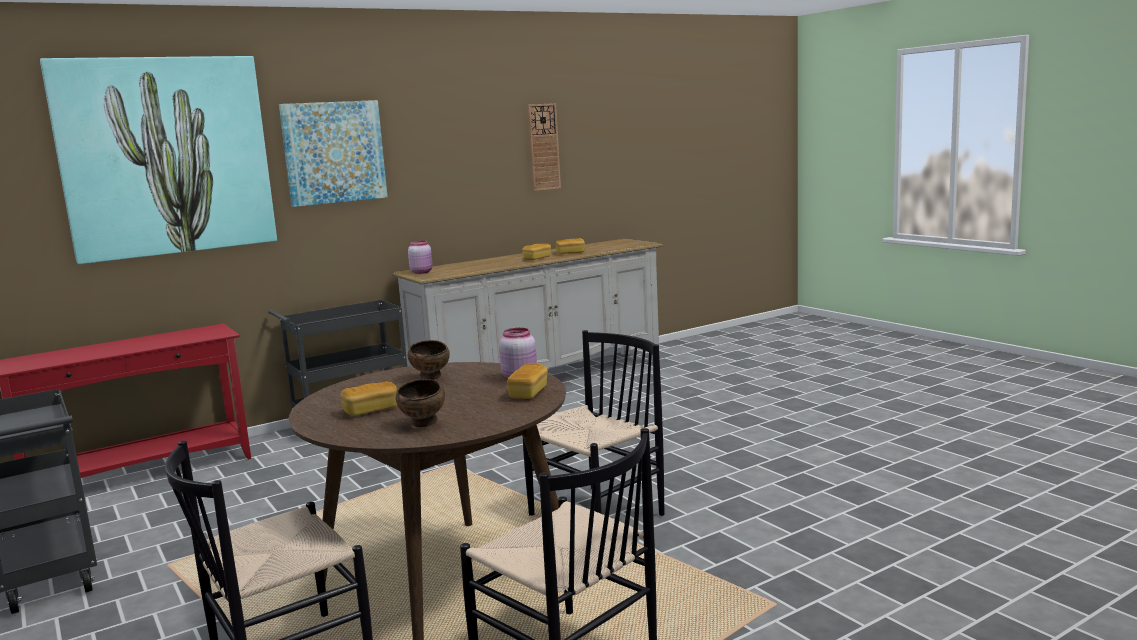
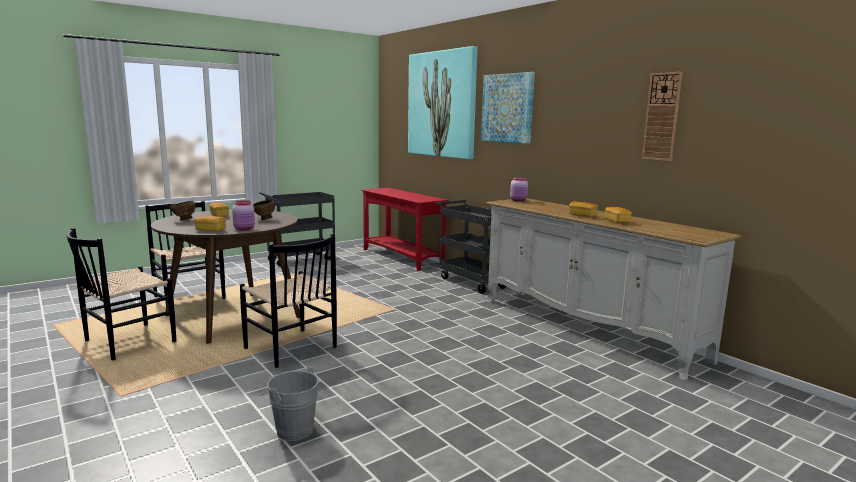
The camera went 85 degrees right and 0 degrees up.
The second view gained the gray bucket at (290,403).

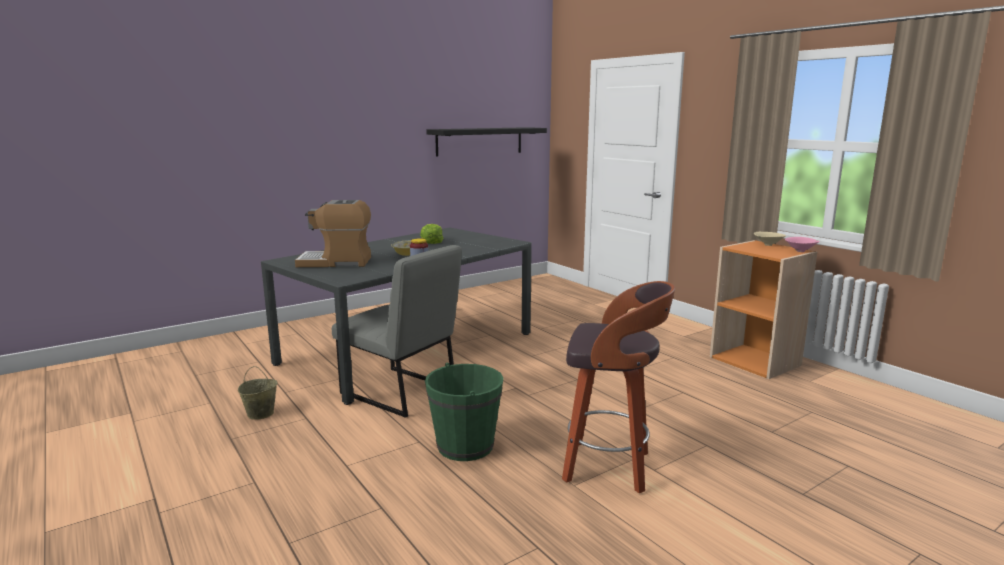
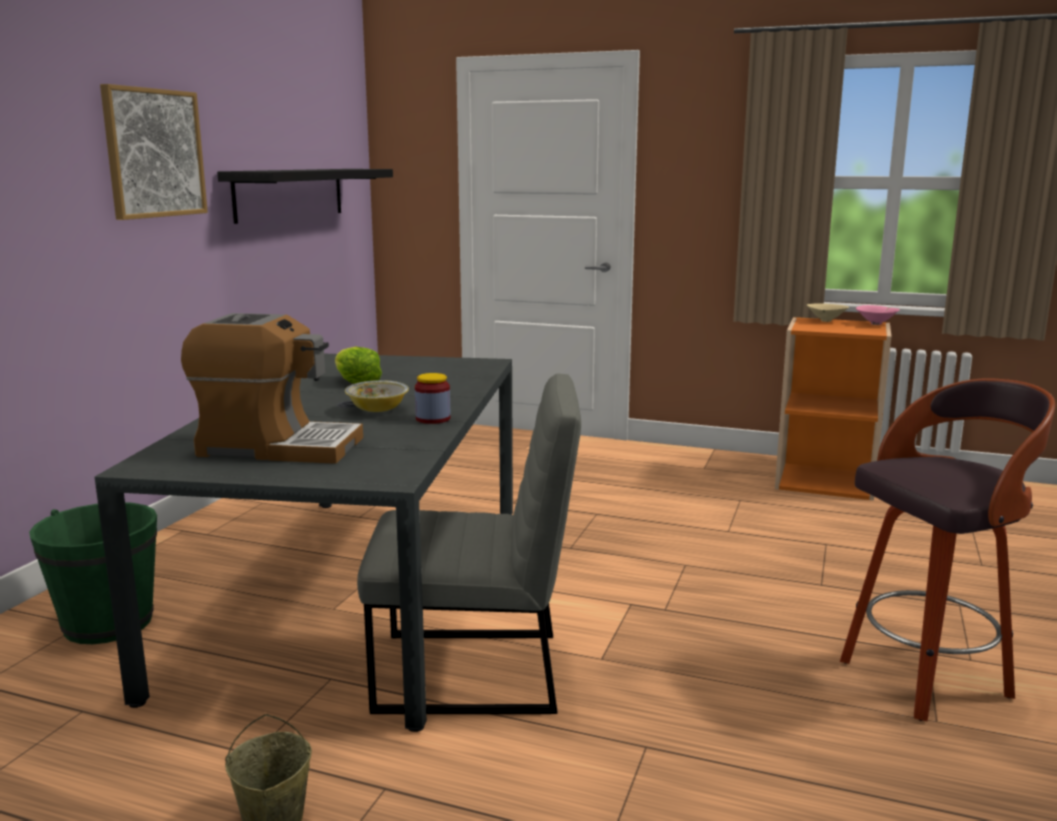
The camera went 35 degrees left and 0 degrees up.
The coffee machine at (333,233) ended up facing another way, 135 degrees counterclockwise from before.
The green bucket ended up elsewhere, having gone from (464,412) to (93,573).
The second view gained the picture at (154,152).

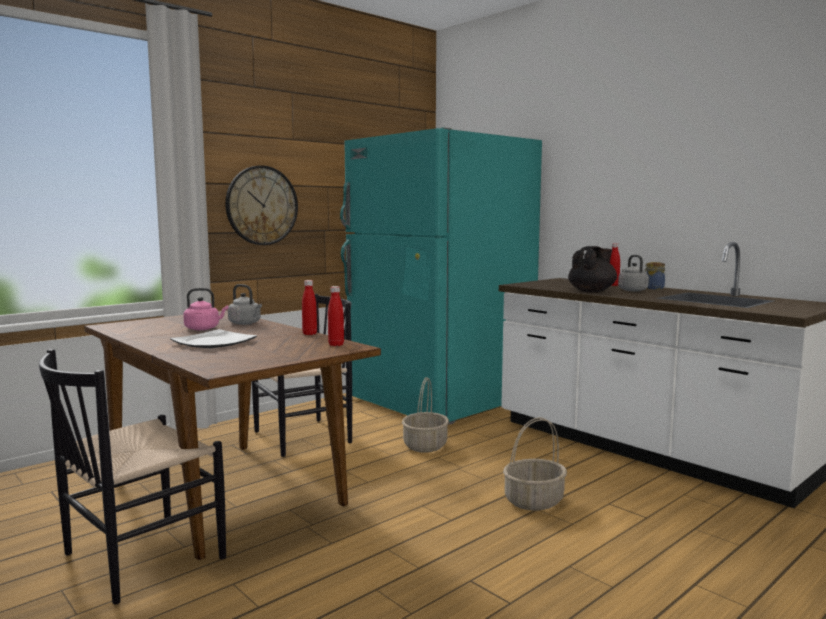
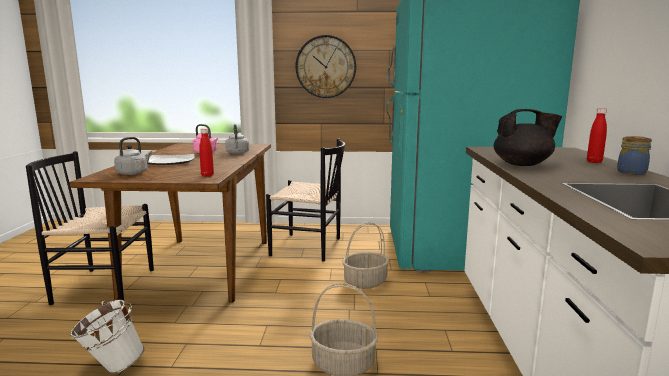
The camera went 45 degrees right and 5 degrees up.
The gray water kettle ended up elsewhere, having gone from (633,273) to (133,156).
The second view lost the red-coloured beverage bottle at (309,307).
The second view gained the whitish bucket at (107,337).

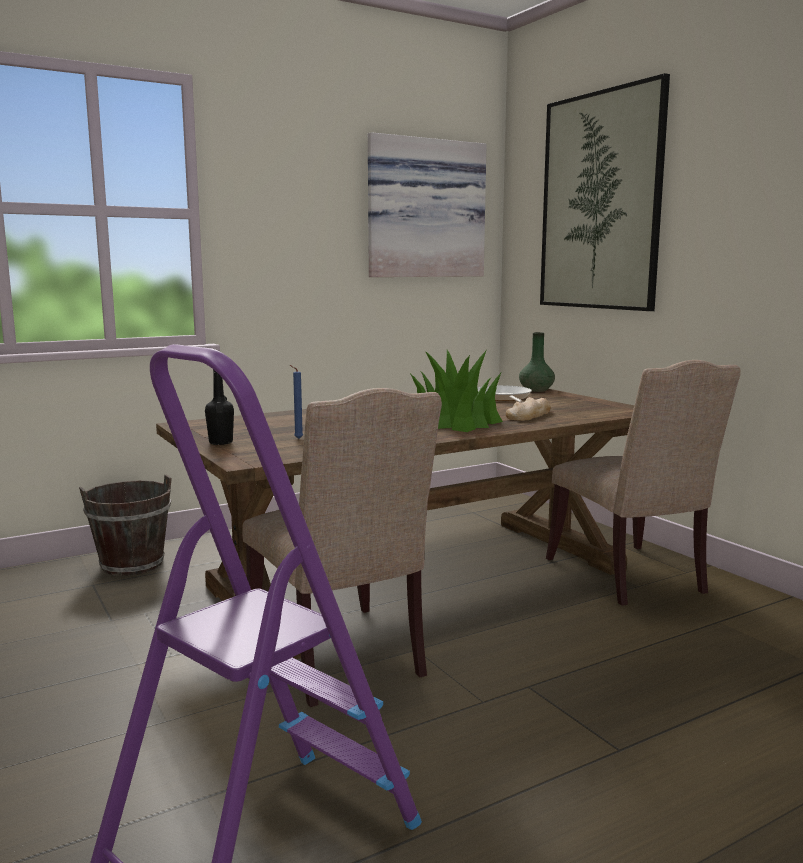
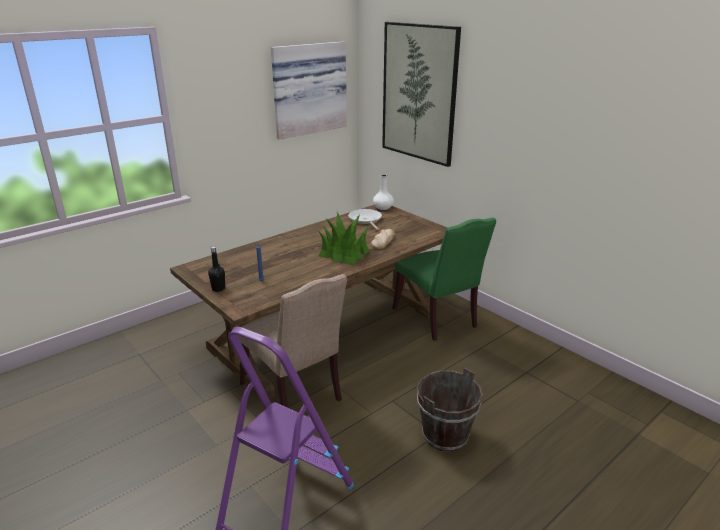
The camera went 10 degrees left and 15 degrees up.
What was the green vase at (537,362) turned into the whitish vase at (383,192).
What was the beige chair at (643,483) turned into the green chair at (444,279).
The brown-coloured bucket ended up elsewhere, having gone from (125,525) to (450,410).

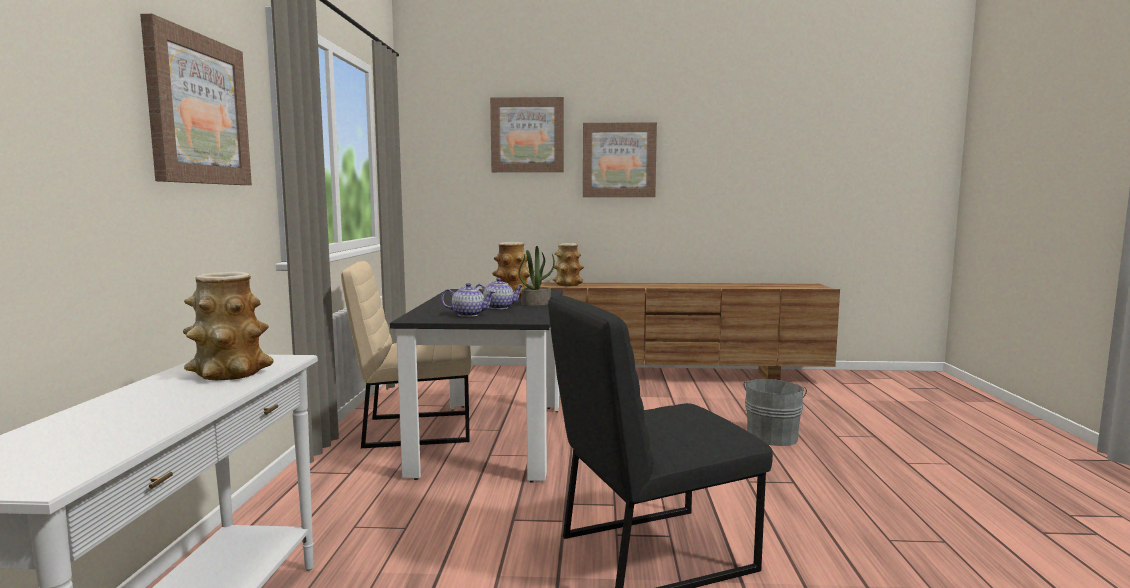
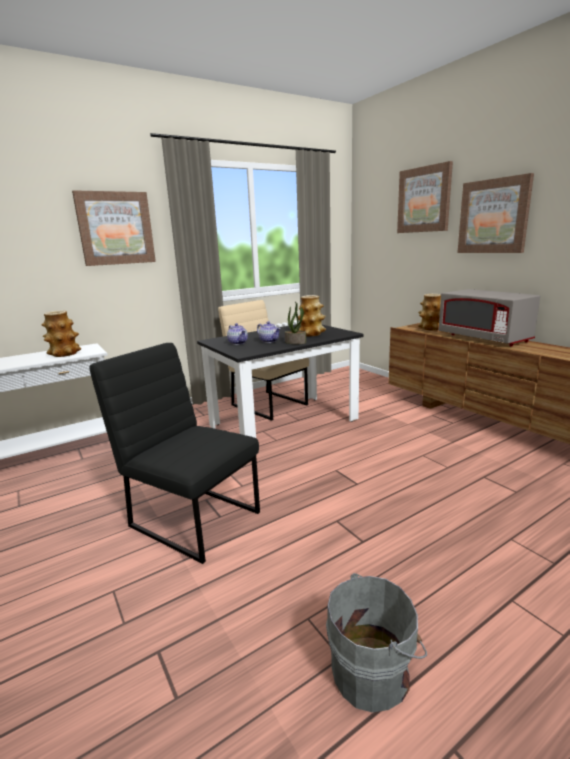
The camera went 55 degrees right and 10 degrees up.
The gray bucket ended up elsewhere, having gone from (775,412) to (376,642).
The second view gained the gray kitchen microwave at (489,317).

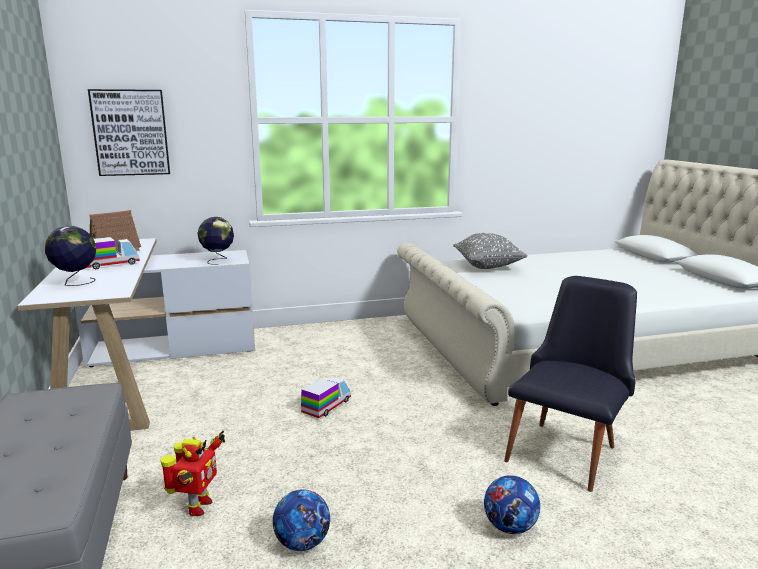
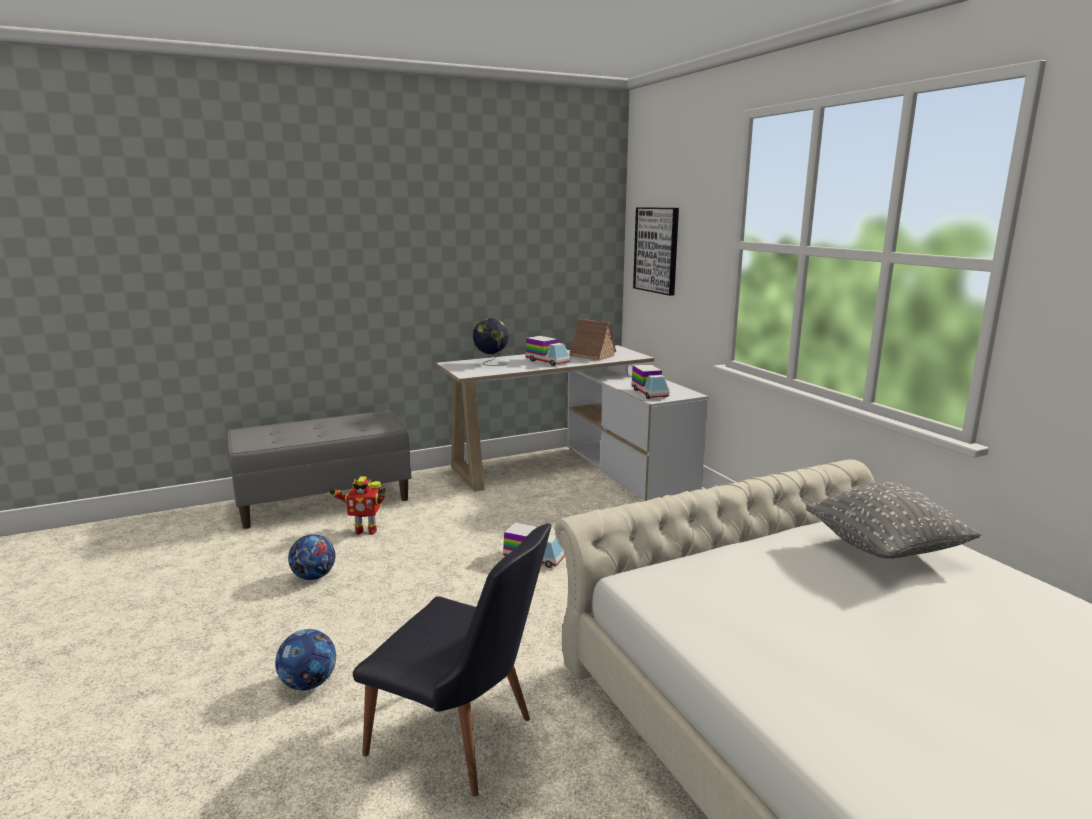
The camera went 80 degrees right and 0 degrees up.
Where the world globe stood at (216,241), the model truck came to stand at (650,381).

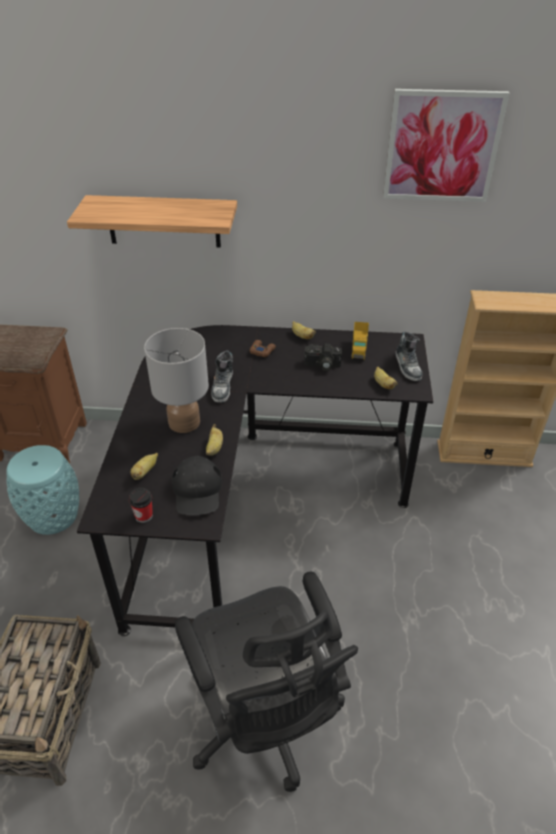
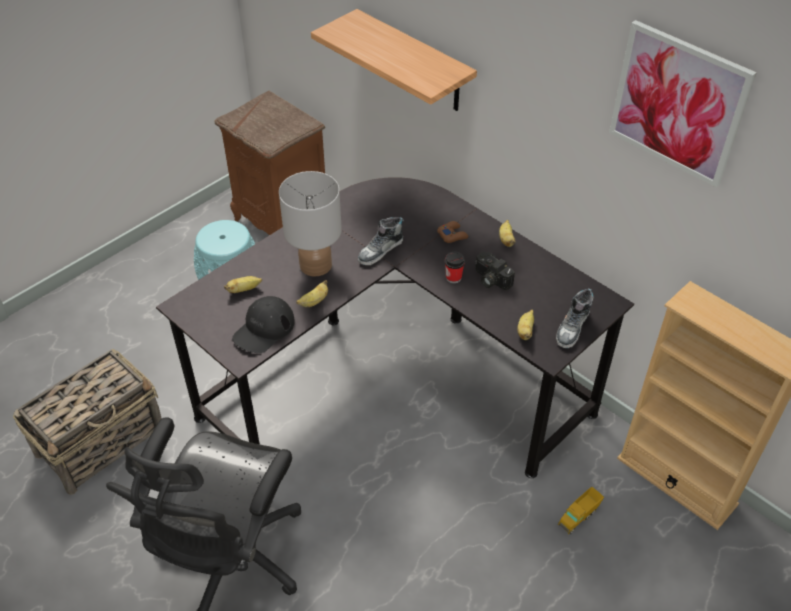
The camera went 40 degrees right and 5 degrees up.
The model truck ended up elsewhere, having gone from (360,341) to (581,510).
The cup ended up elsewhere, having gone from (141,505) to (455,268).

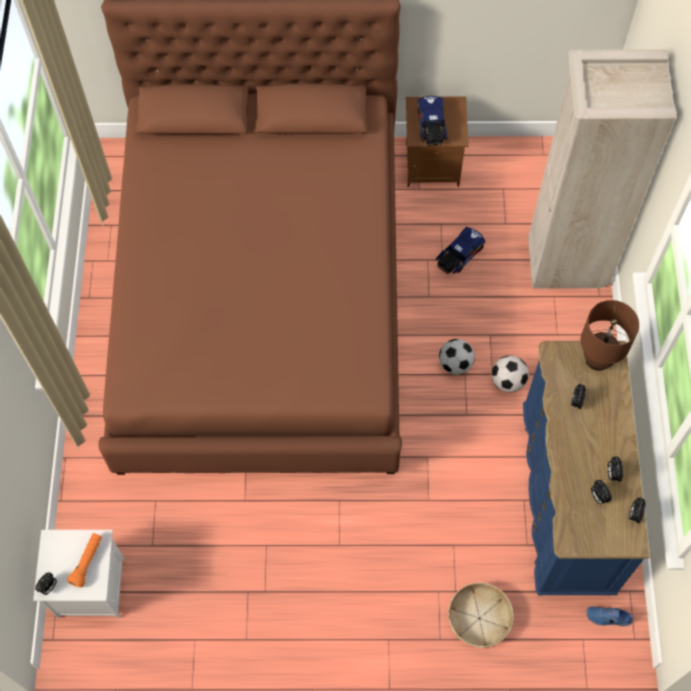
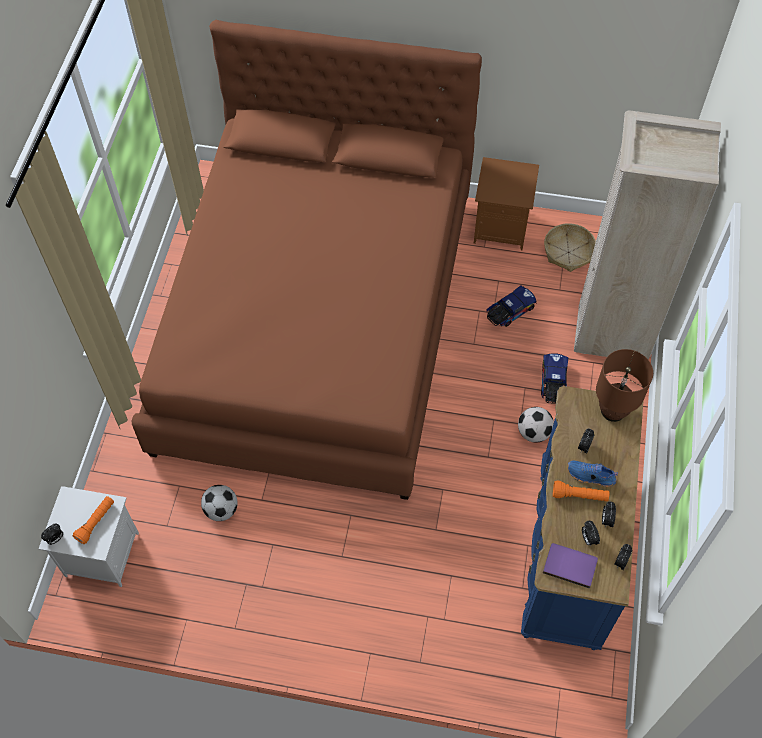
The camera went 10 degrees right and 5 degrees down.
The model truck ended up elsewhere, having gone from (433,121) to (555,378).
The ball for football ended up elsewhere, having gone from (457,357) to (219,503).
The storage basket ended up elsewhere, having gone from (481,615) to (570,247).
The blue shoe ended up elsewhere, having gone from (610,617) to (593,473).
The second view gained the orange-coloured torch at (581,491).
The second view gained the purple-coloured bound book at (570,565).

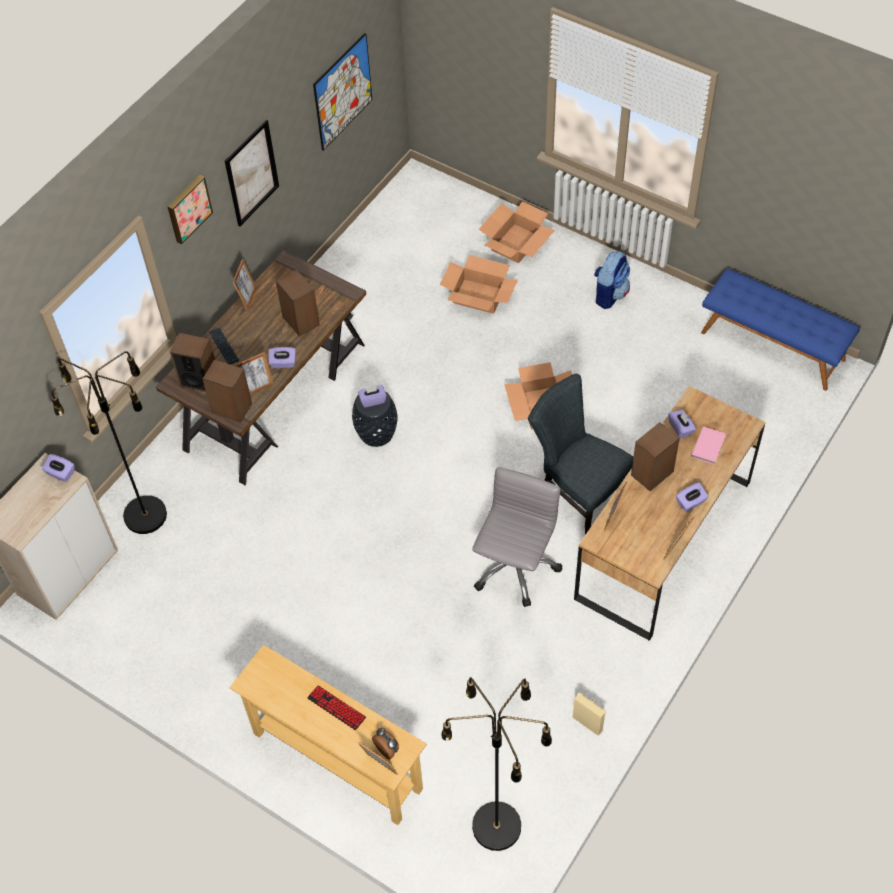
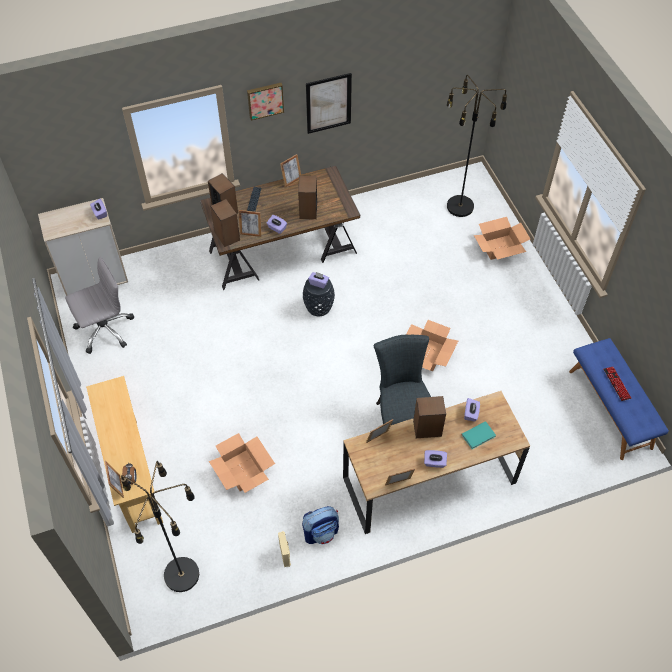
The camera went 35 degrees right and 0 degrees up.
The second view lost the picture at (342,92).
The knapsack ended up elsewhere, having gone from (612,280) to (320,525).
The cardboard box ended up elsewhere, having gone from (479,284) to (242,463).
The floor lamp ended up elsewhere, having gone from (109,442) to (477,146).
What was the pinkish bound book at (708,445) turned into the turquoise-coloured bound book at (478,435).
The gray desk chair ended up elsewhere, having gone from (517,537) to (99,305).
The computer keyboard ended up elsewhere, having gone from (336,707) to (617,384).

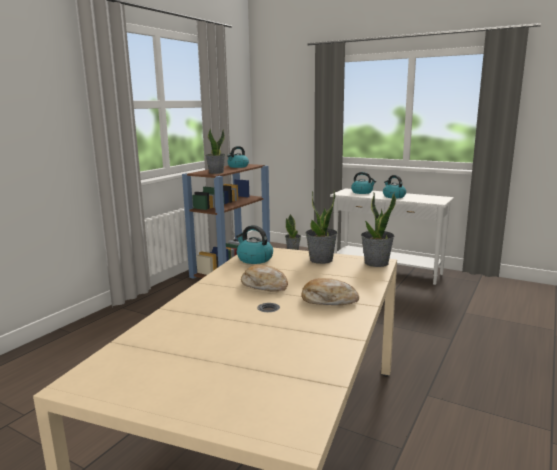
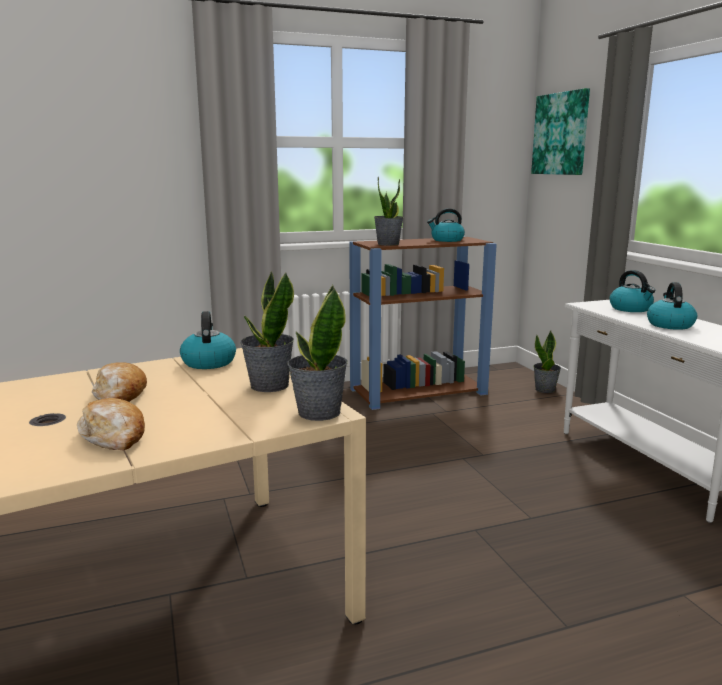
The camera went 40 degrees right and 0 degrees up.
The second view gained the picture at (560,131).

